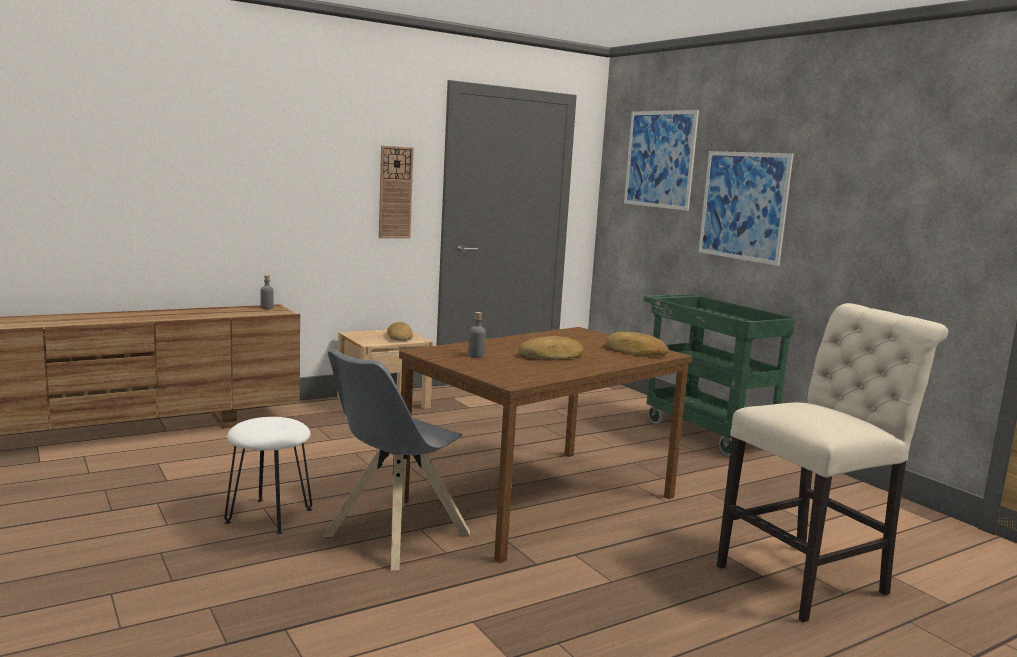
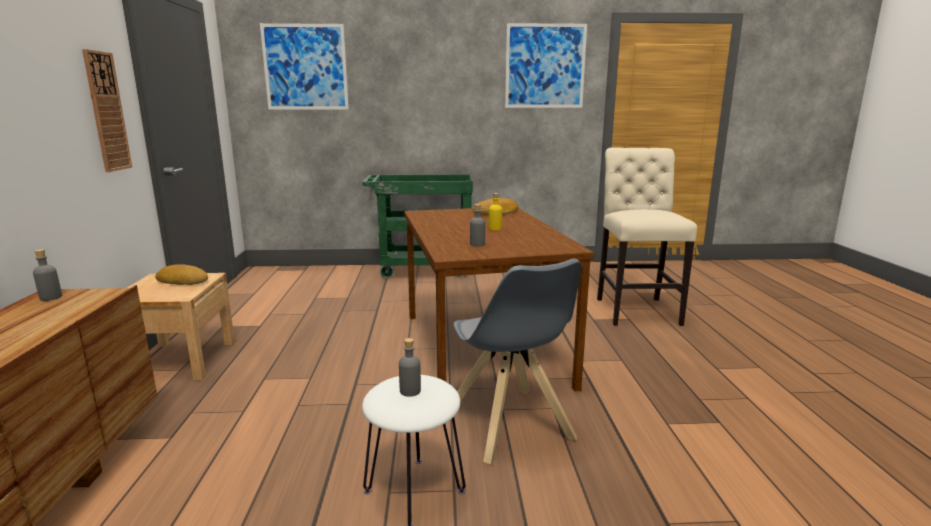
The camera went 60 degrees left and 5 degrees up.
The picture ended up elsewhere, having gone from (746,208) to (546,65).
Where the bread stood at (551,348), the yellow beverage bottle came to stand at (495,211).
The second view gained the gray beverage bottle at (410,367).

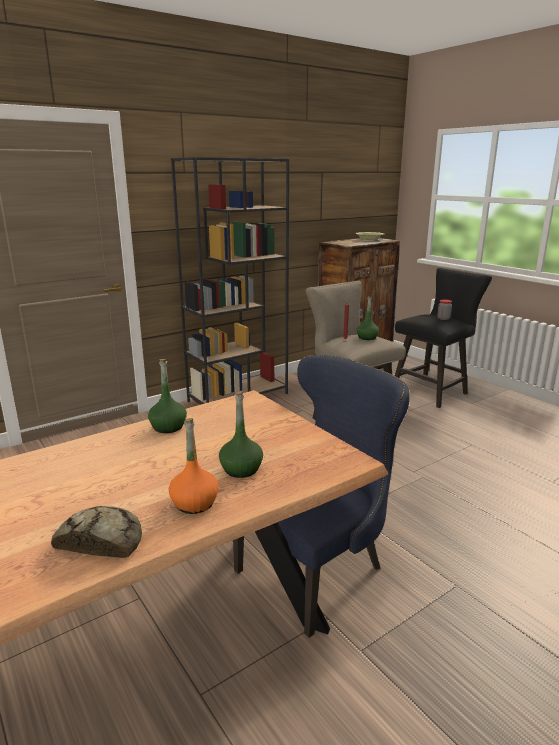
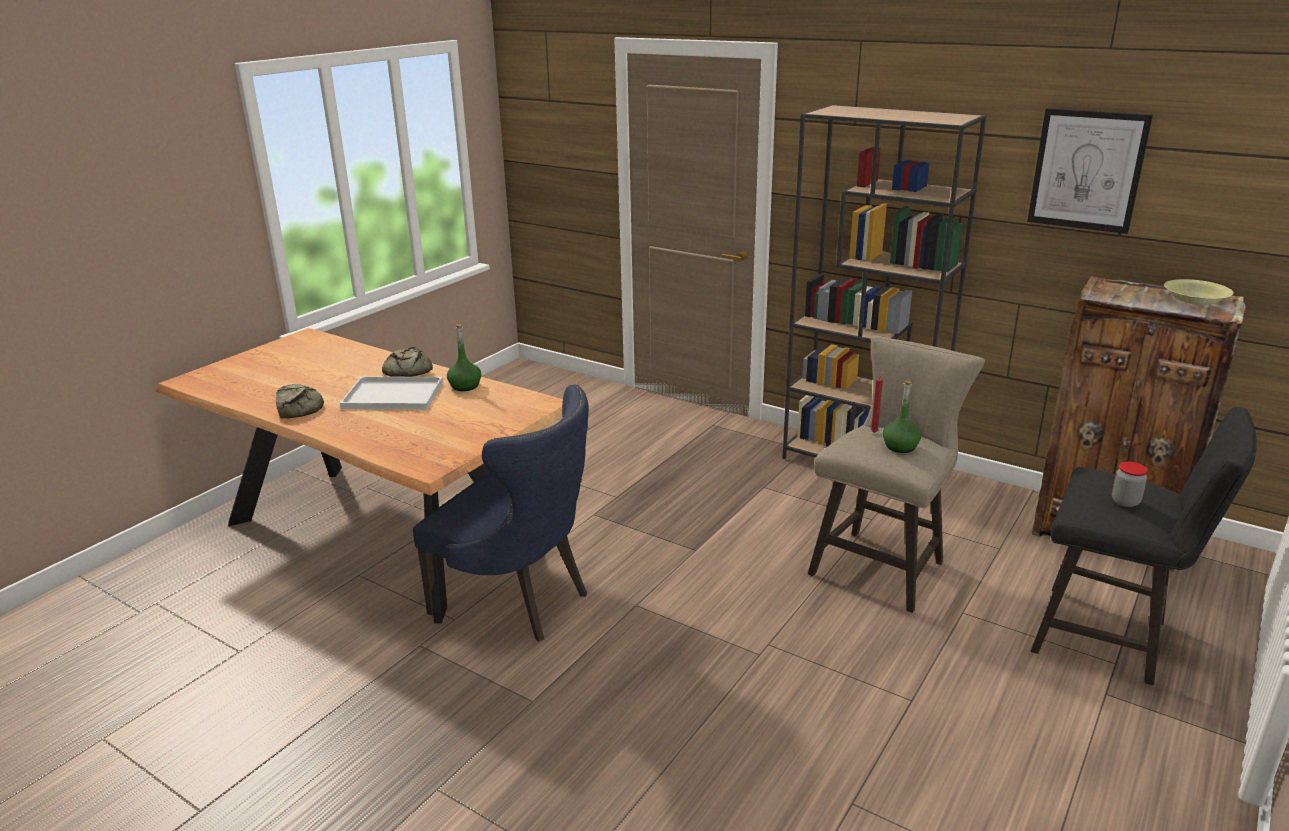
The camera went 70 degrees right and 5 degrees up.
The second view lost the green beverage bottle at (241,434).
The second view lost the orange-coloured beverage bottle at (194,466).
The second view gained the picture at (1090,171).
The second view gained the bread at (407,362).
The second view gained the whitish serving tray at (391,393).

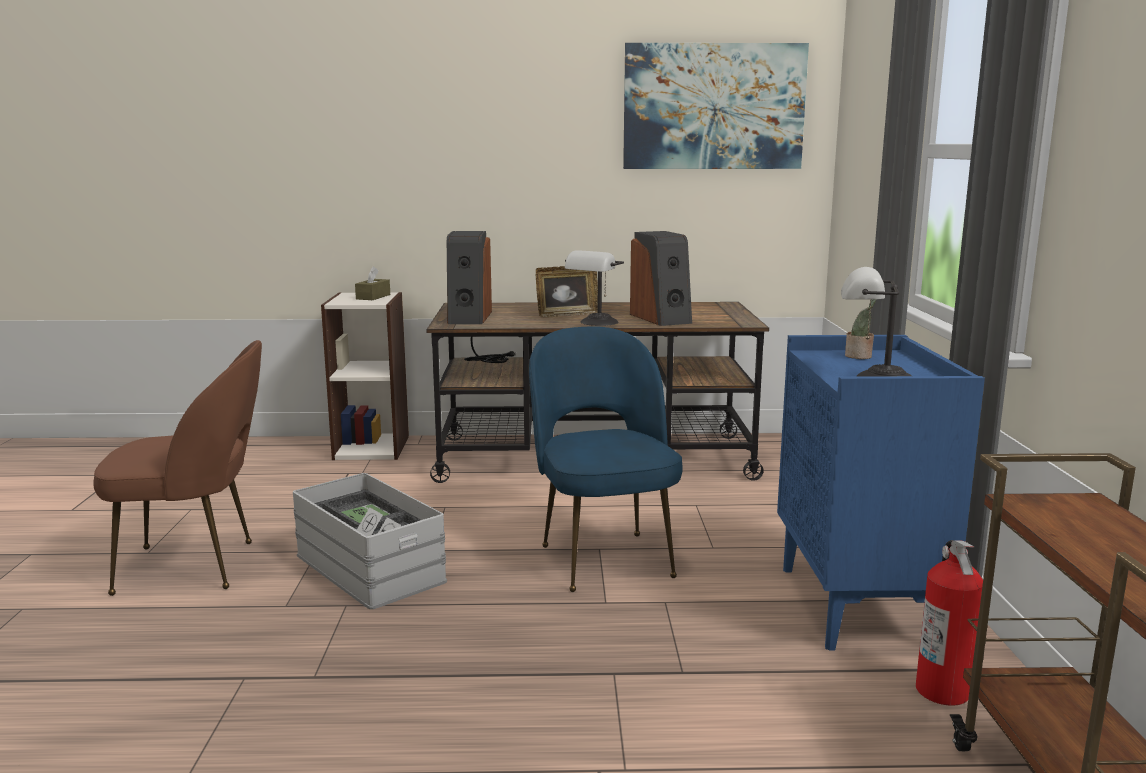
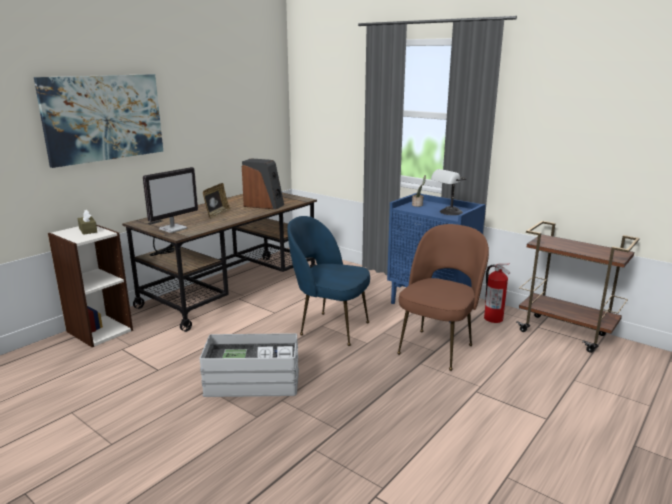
The camera went 50 degrees left and 5 degrees up.
The picture ended up elsewhere, having gone from (716,106) to (98,121).
Where the loudspeaker stood at (469,277), the computer display came to stand at (170,200).
The second view lost the table lamp at (594,288).
The brown-coloured chair ended up elsewhere, having gone from (177,468) to (443,297).

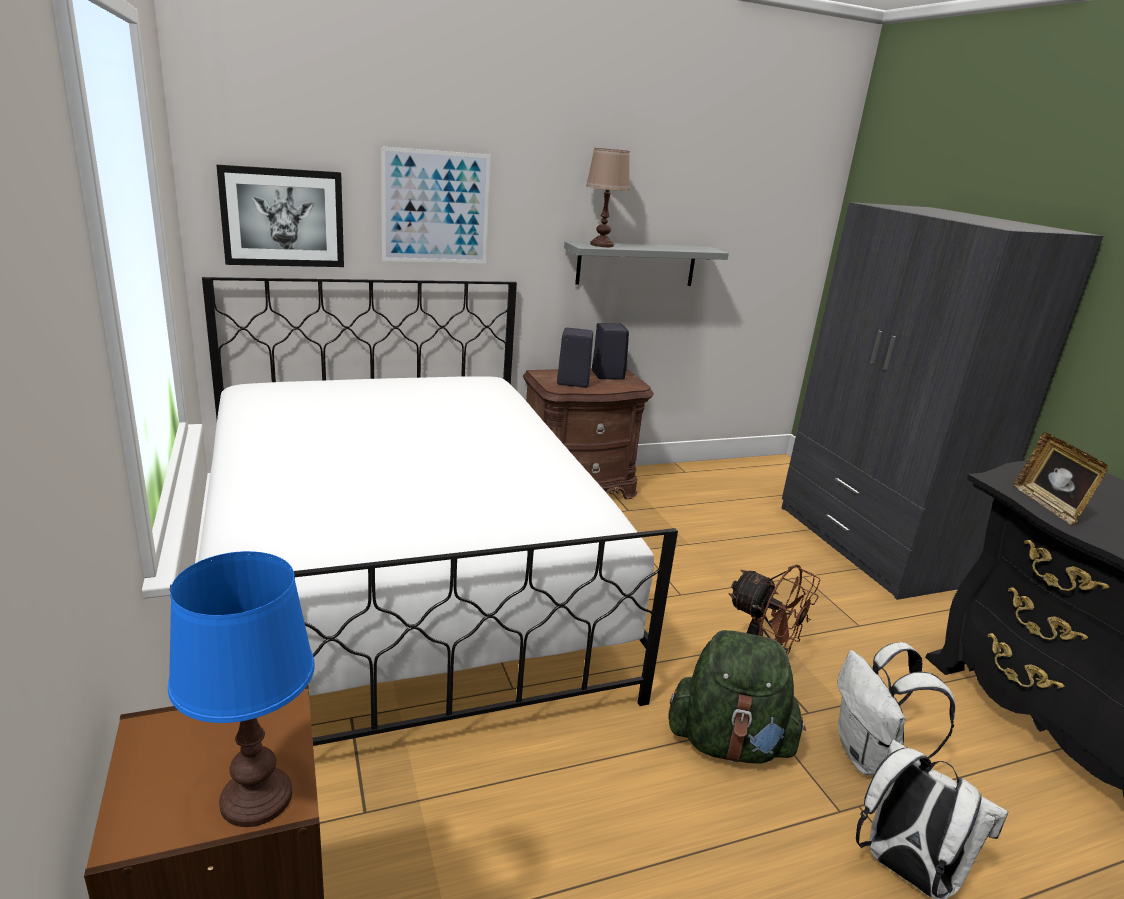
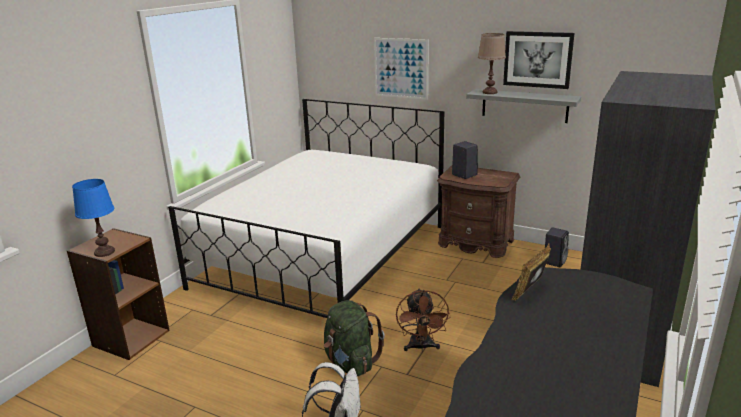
The camera went 50 degrees right and 0 degrees up.
The picture ended up elsewhere, having gone from (280,216) to (539,60).
The black-coloured loudspeaker ended up elsewhere, having gone from (610,351) to (557,247).
The second view lost the whitish knapsack at (897,708).

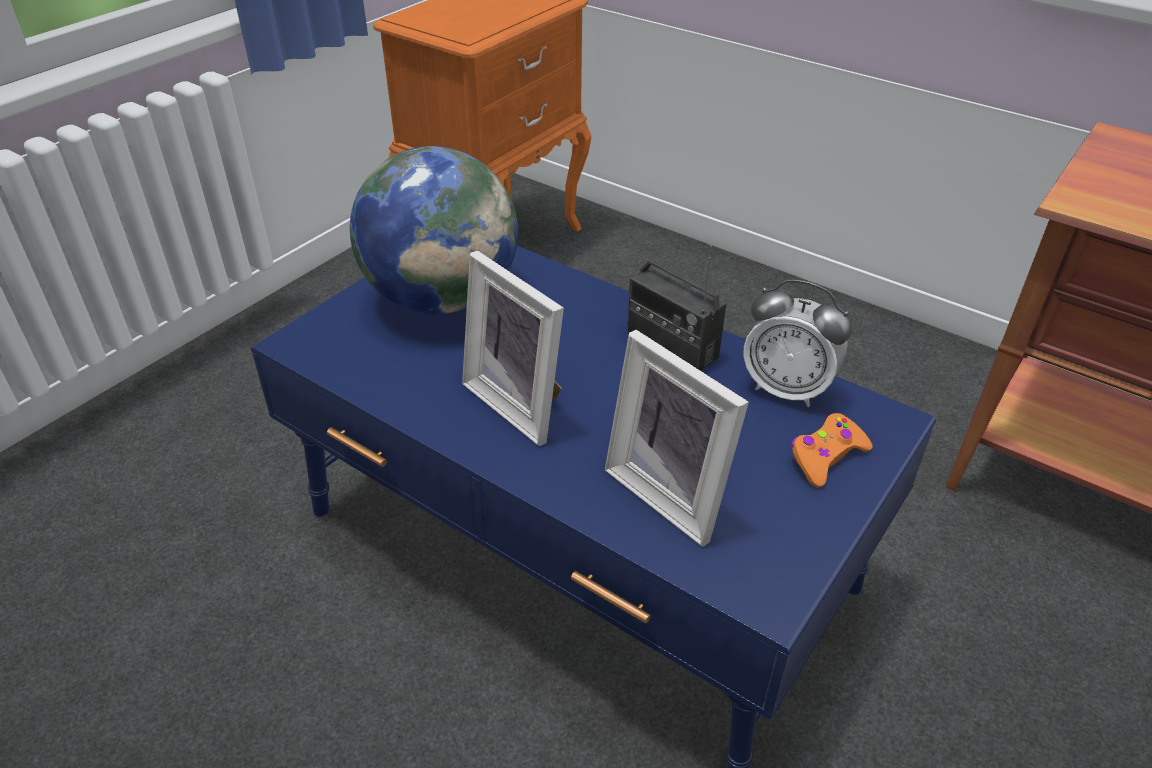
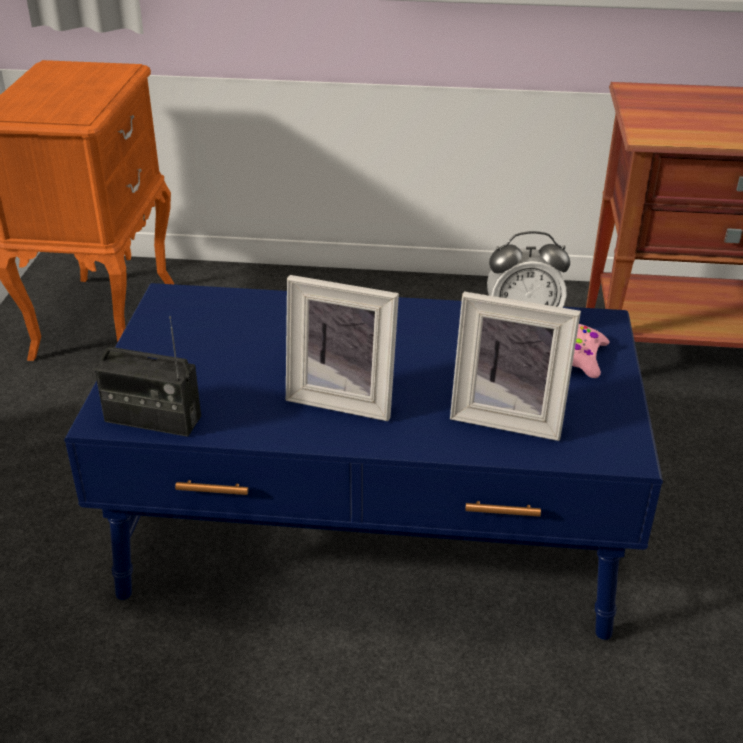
The camera went 30 degrees left and 5 degrees down.
The second view lost the world globe at (434,230).
The radio set ended up elsewhere, having gone from (676,308) to (148,376).
What was the orange-coloured joypad at (832,450) turned into the pinkish joypad at (591,351).

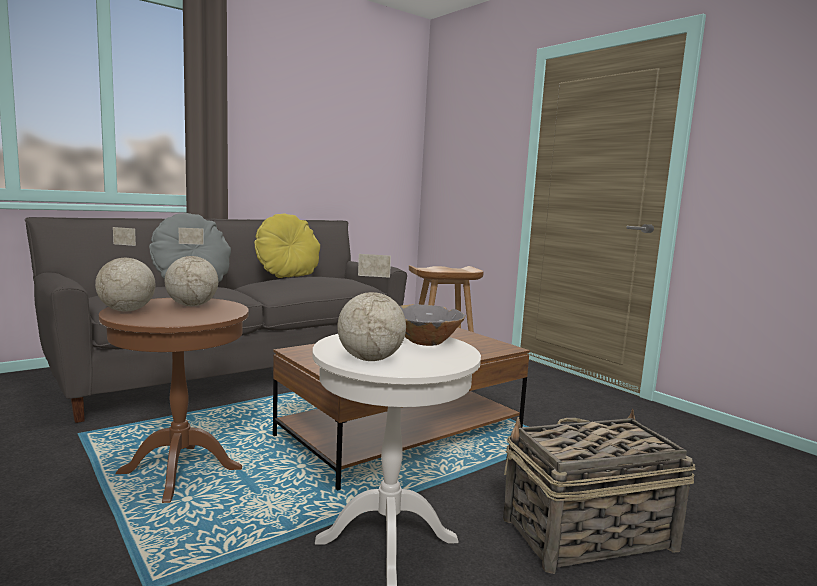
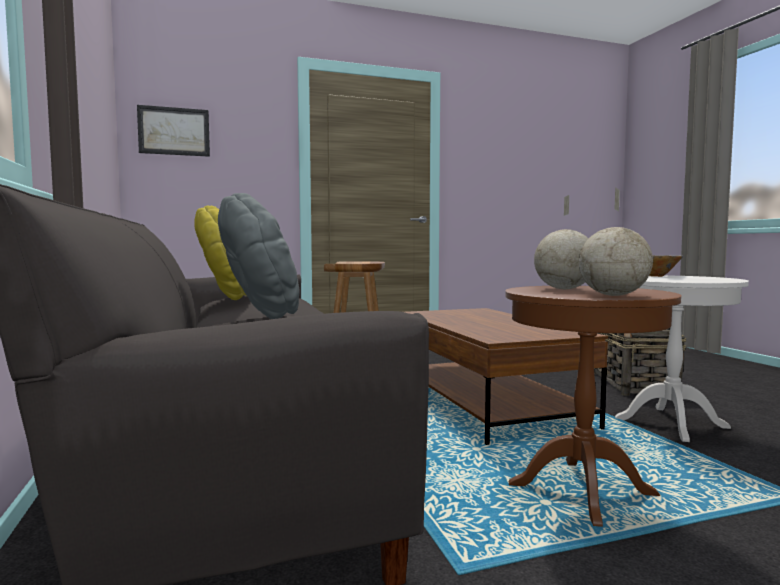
The camera went 70 degrees left and 5 degrees down.
The second view lost the world globe at (371,307).
The second view gained the picture at (173,131).

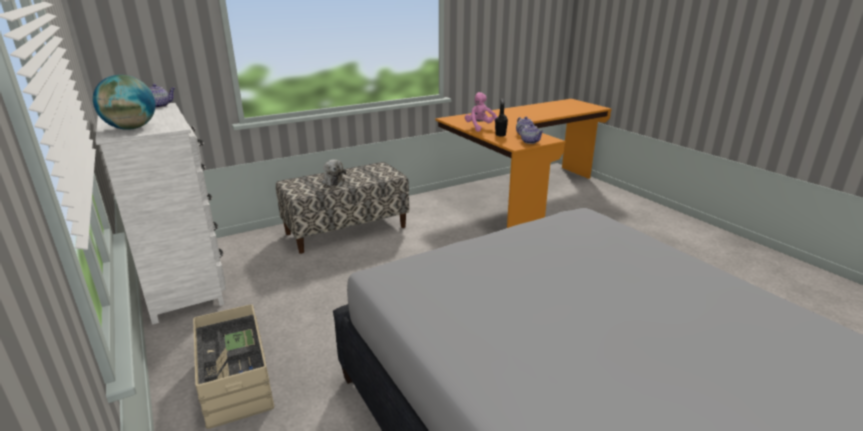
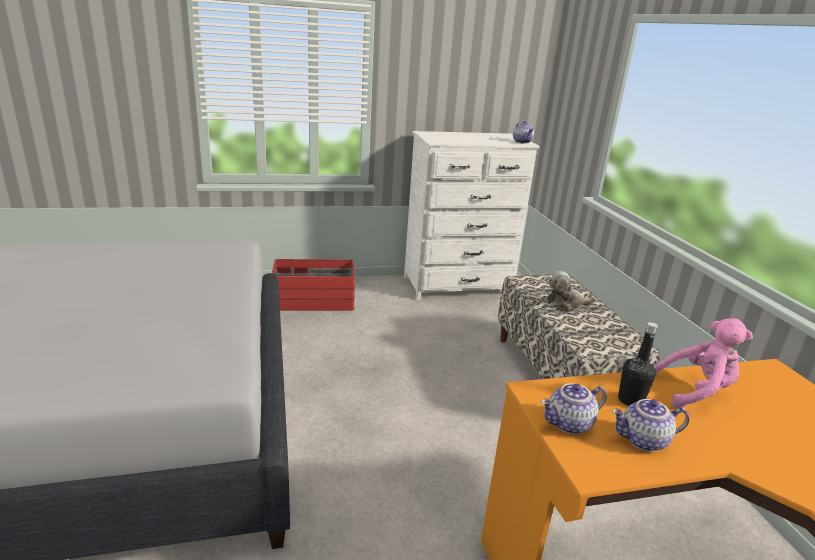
The camera went 105 degrees right and 0 degrees up.
The second view lost the world globe at (124,102).
What was the beige storage bin at (233,366) turned into the red-coloured storage bin at (313,285).

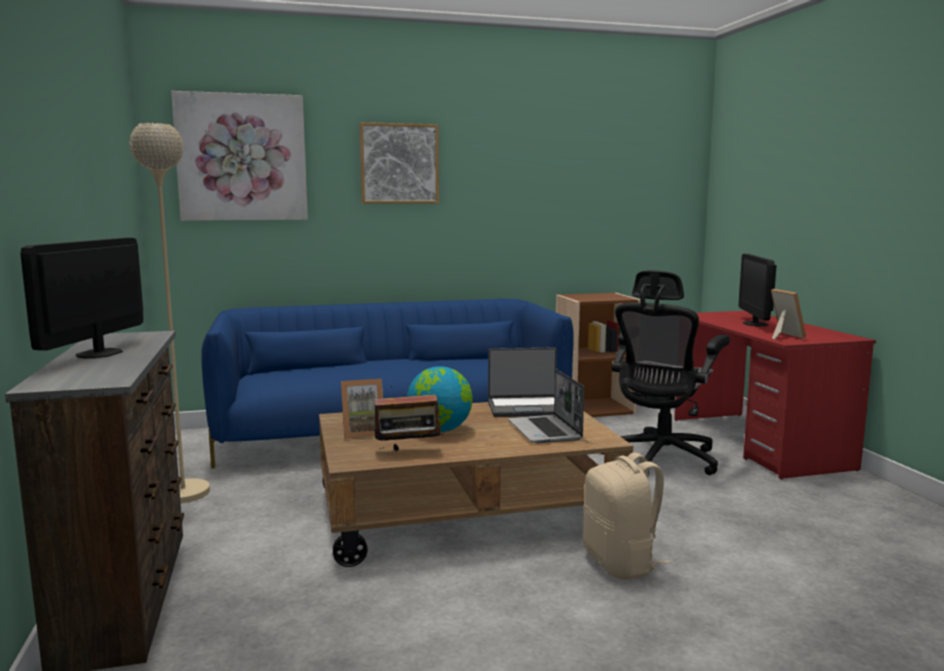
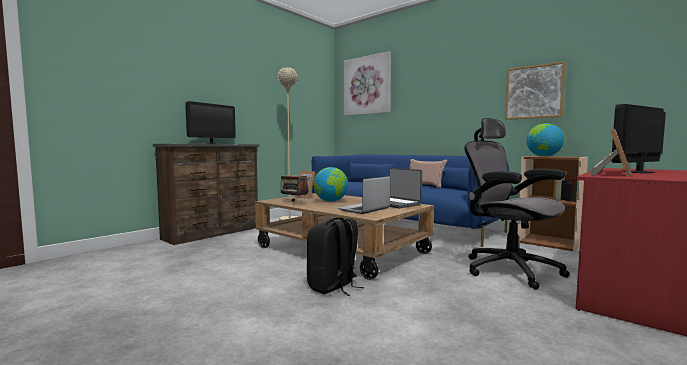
The camera went 55 degrees right and 5 degrees down.
The picture ended up elsewhere, having gone from (399,163) to (535,90).
The computer display at (81,298) ended up facing another way, 150 degrees clockwise from before.
The desk chair at (665,372) ended up facing another way, 60 degrees clockwise from before.
What was the beige knapsack at (626,516) turned into the black-coloured knapsack at (335,256).
The second view gained the world globe at (545,140).
The second view gained the beige throw pillow at (428,173).

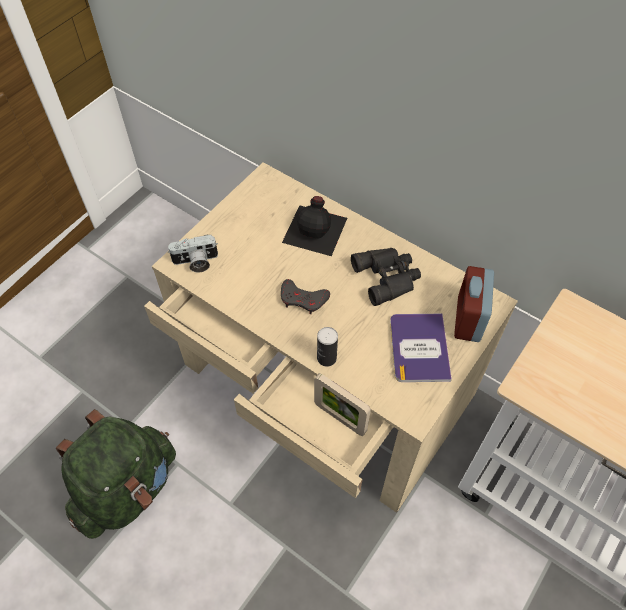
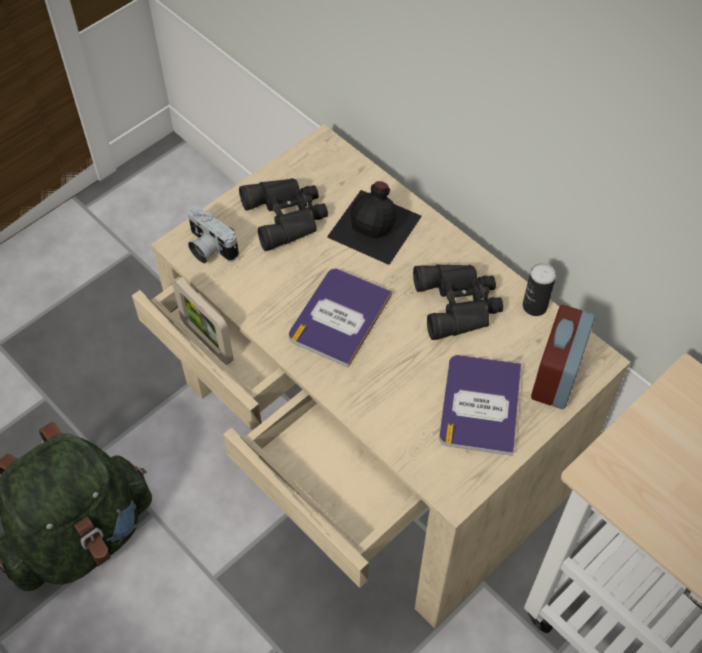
The camera went 10 degrees right and 0 degrees up.
The still camera at (193,254) ended up facing another way, 45 degrees clockwise from before.
Where the gray joypad stood at (305,296), the bound book came to stand at (340,318).
The sealed can ended up elsewhere, having gone from (327,347) to (539,289).
The standing frame ended up elsewhere, having gone from (342,404) to (203,320).
The second view gained the black-coloured pair of binoculars at (283,214).

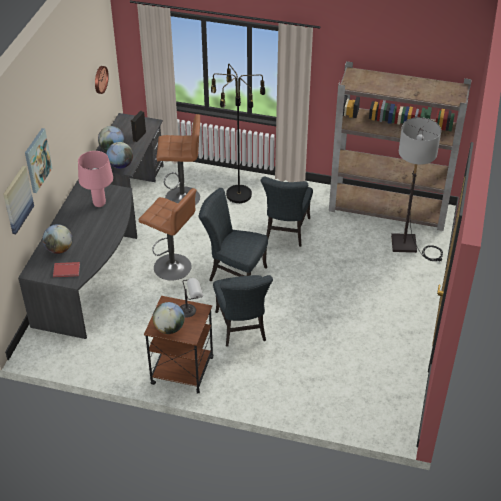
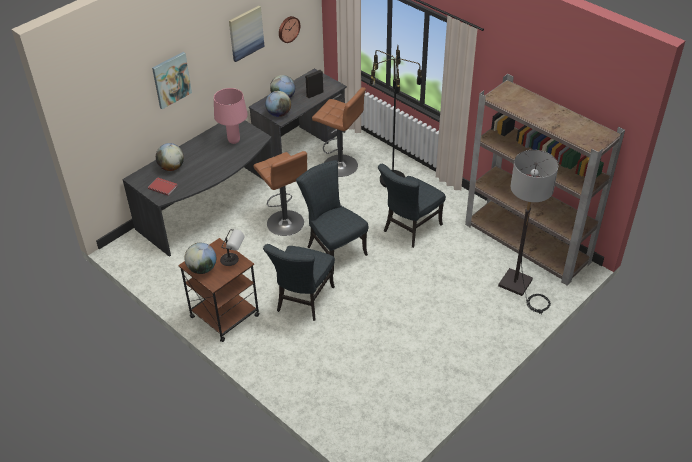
The camera went 30 degrees right and 0 degrees up.
The picture ended up elsewhere, having gone from (18,200) to (247,34).

